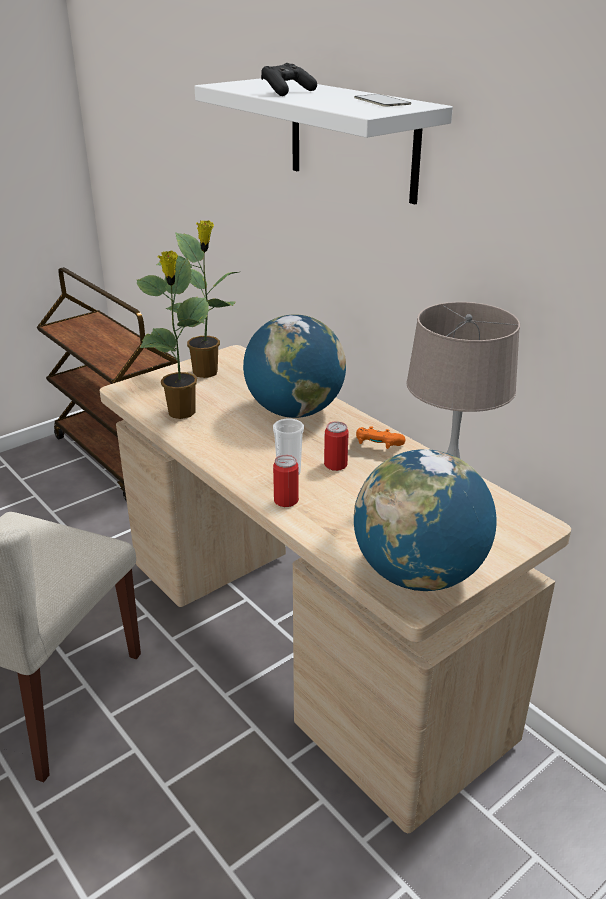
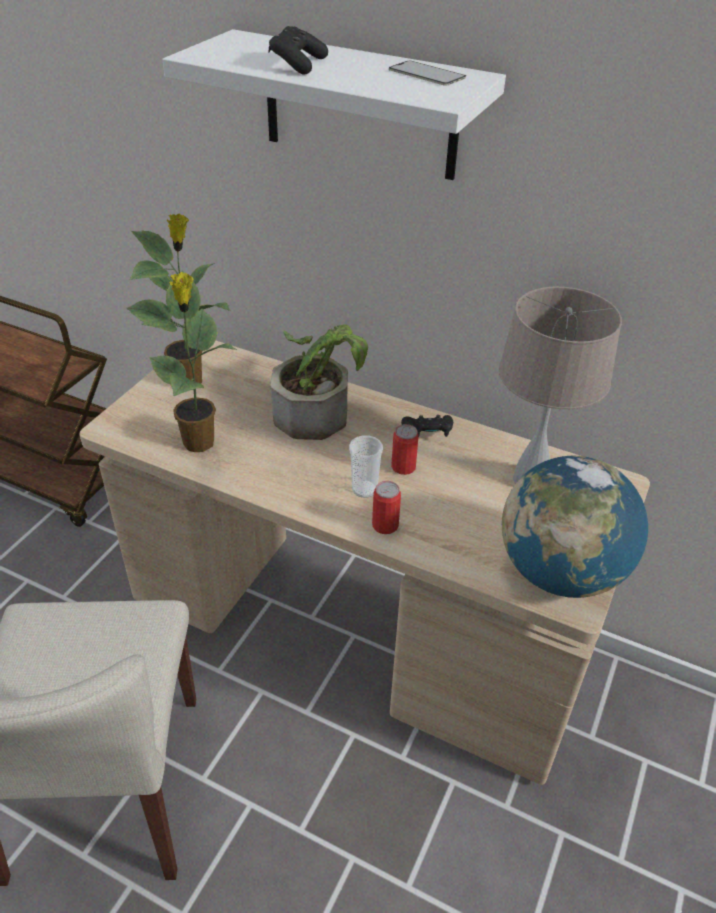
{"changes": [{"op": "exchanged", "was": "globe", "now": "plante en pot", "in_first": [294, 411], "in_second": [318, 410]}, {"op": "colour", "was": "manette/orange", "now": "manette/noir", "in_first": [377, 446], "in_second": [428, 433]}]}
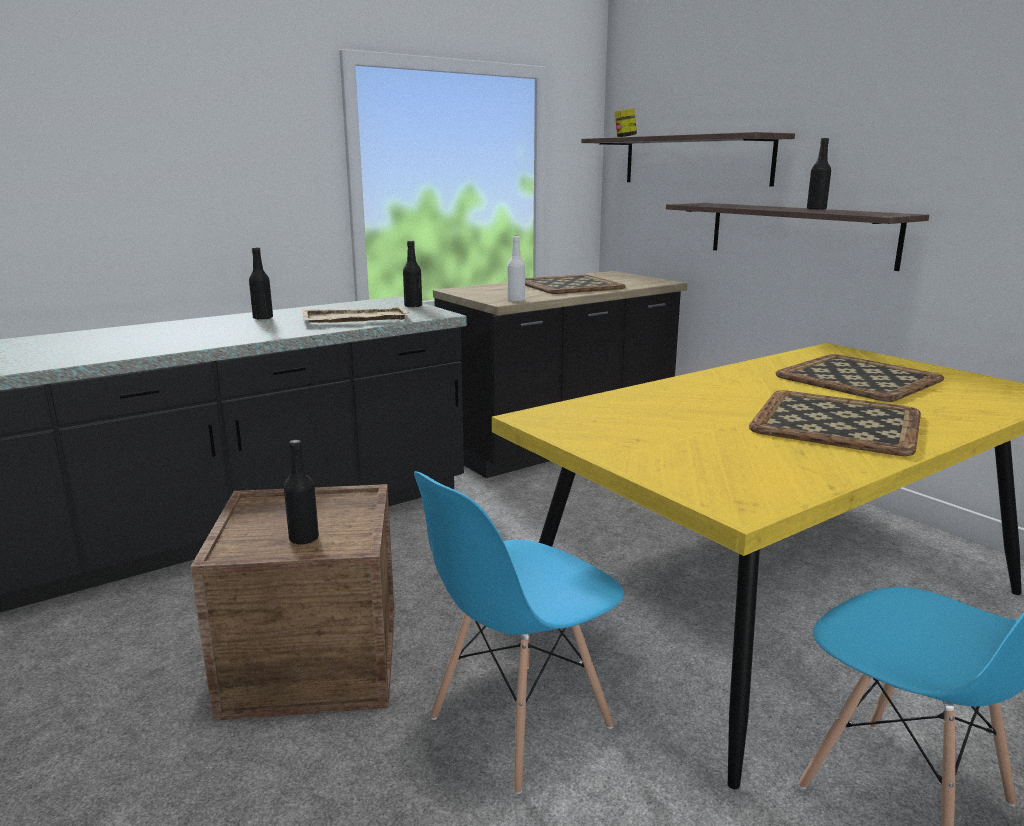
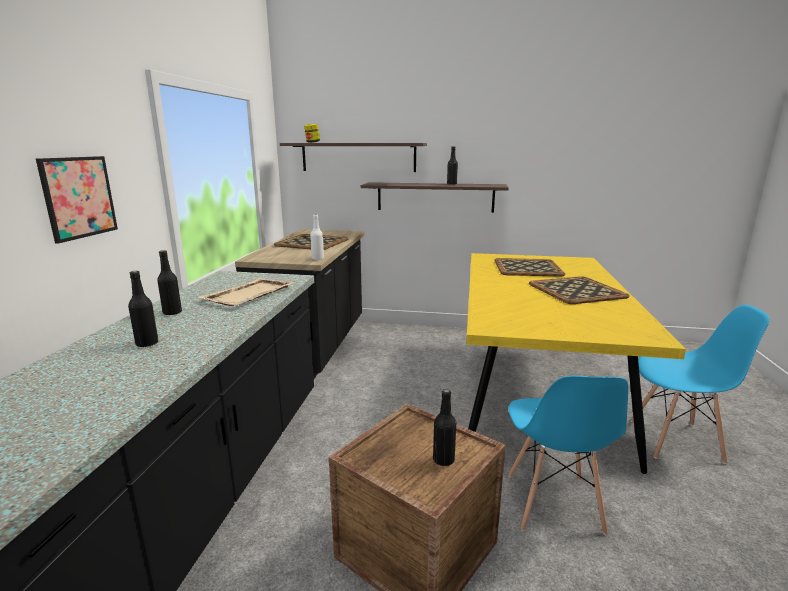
{"changes": [{"op": "relocated", "was": "bouteille/noir", "in_first": [413, 306], "in_second": [147, 343]}, {"op": "appeared", "now": "tableau", "in_second": [79, 197]}]}
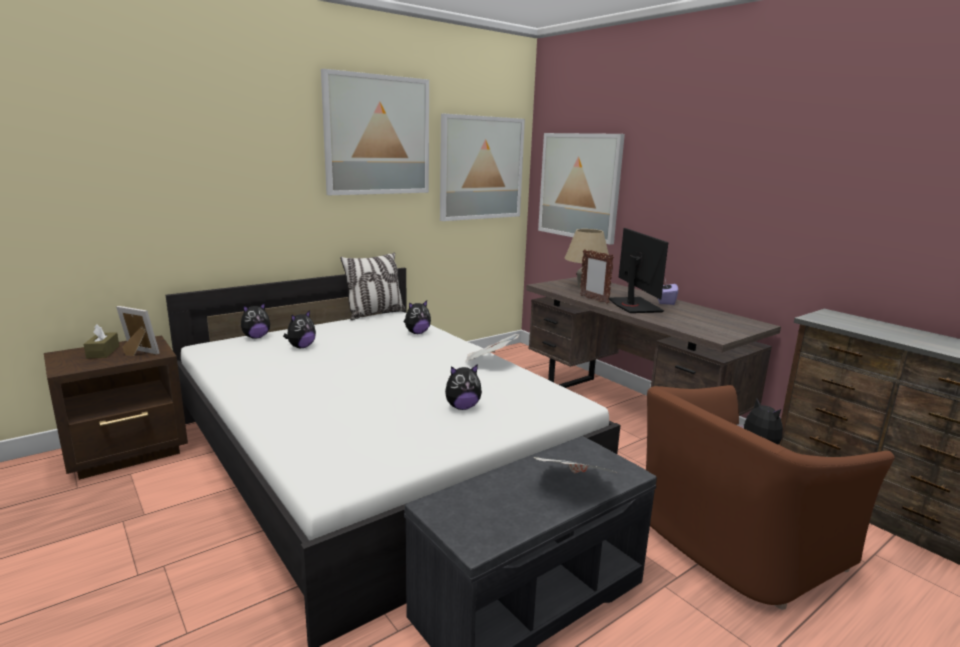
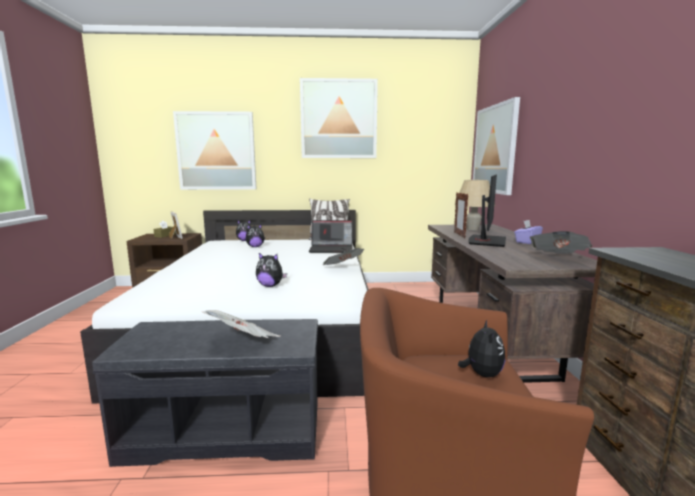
{"changes": [{"op": "exchanged", "was": "peluche", "now": "ordinateur portable", "in_first": [417, 333], "in_second": [332, 249]}, {"op": "relocated", "was": "tableau", "in_first": [481, 168], "in_second": [216, 151]}, {"op": "appeared", "now": "journal", "in_second": [558, 258]}]}
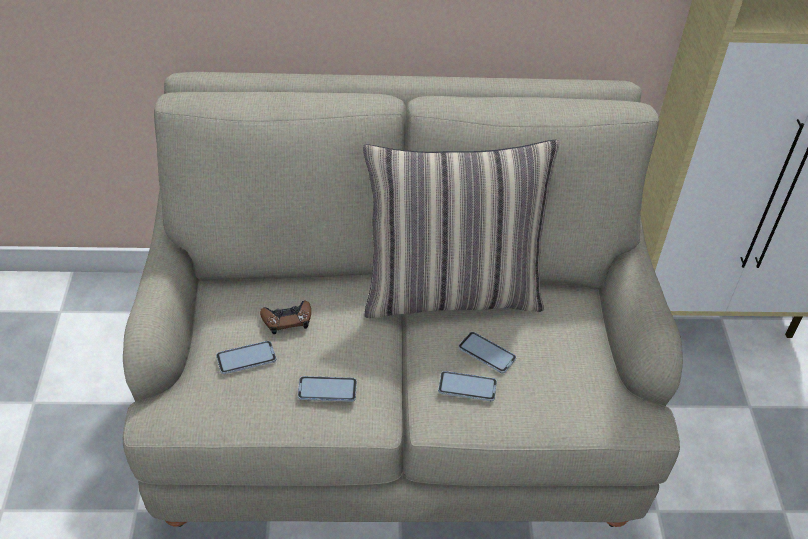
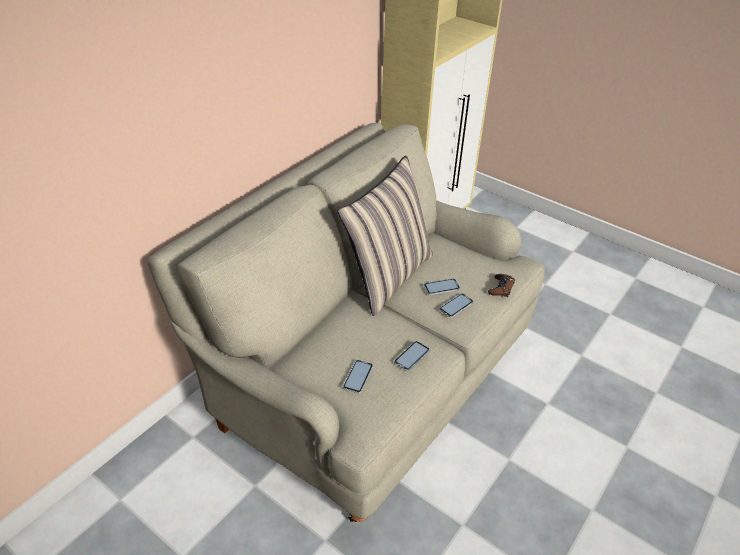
{"changes": [{"op": "relocated", "was": "manette/marron", "in_first": [287, 320], "in_second": [501, 288]}]}
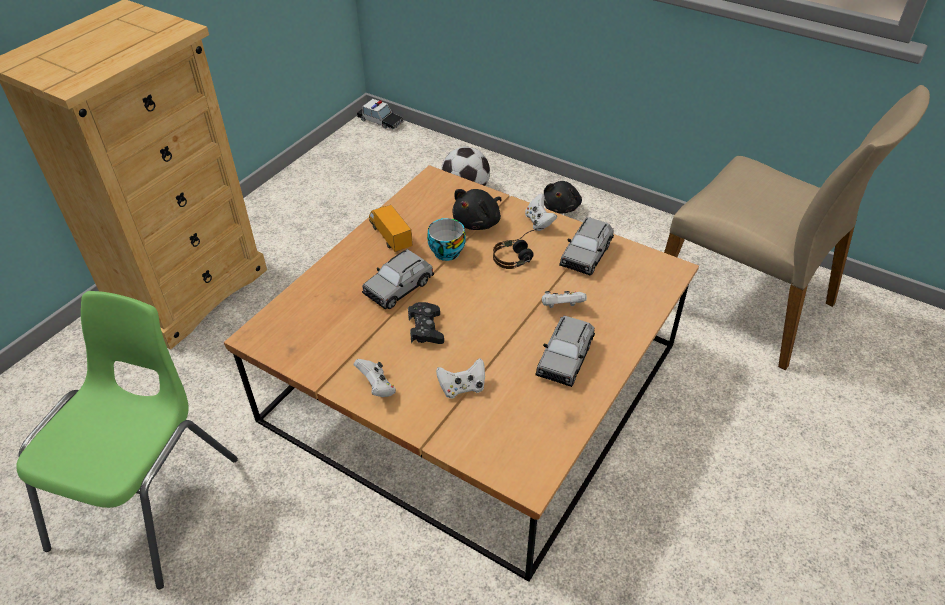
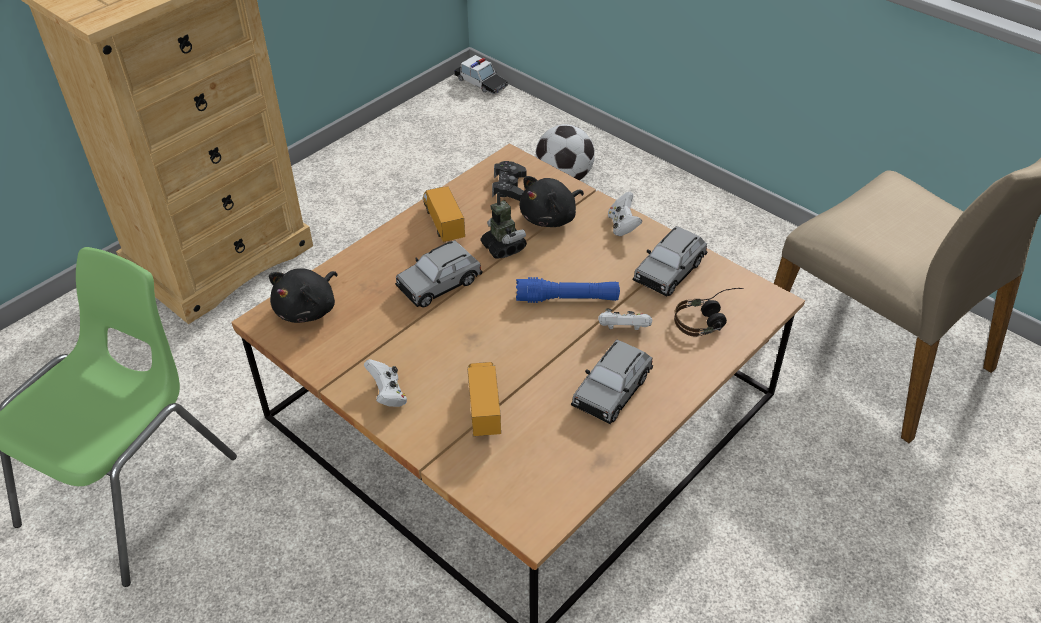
{"changes": [{"op": "relocated", "was": "manette/noir", "in_first": [426, 328], "in_second": [509, 187]}, {"op": "exchanged", "was": "tasse", "now": "robot jouet", "in_first": [445, 251], "in_second": [503, 247]}, {"op": "exchanged", "was": "manette/blanc", "now": "camion jouet", "in_first": [462, 387], "in_second": [484, 408]}, {"op": "relocated", "was": "casque audio", "in_first": [520, 255], "in_second": [710, 319]}, {"op": "relocated", "was": "peluche/noir", "in_first": [561, 207], "in_second": [308, 309]}, {"op": "appeared", "now": "lampe de poche/bleu", "in_second": [567, 299]}]}
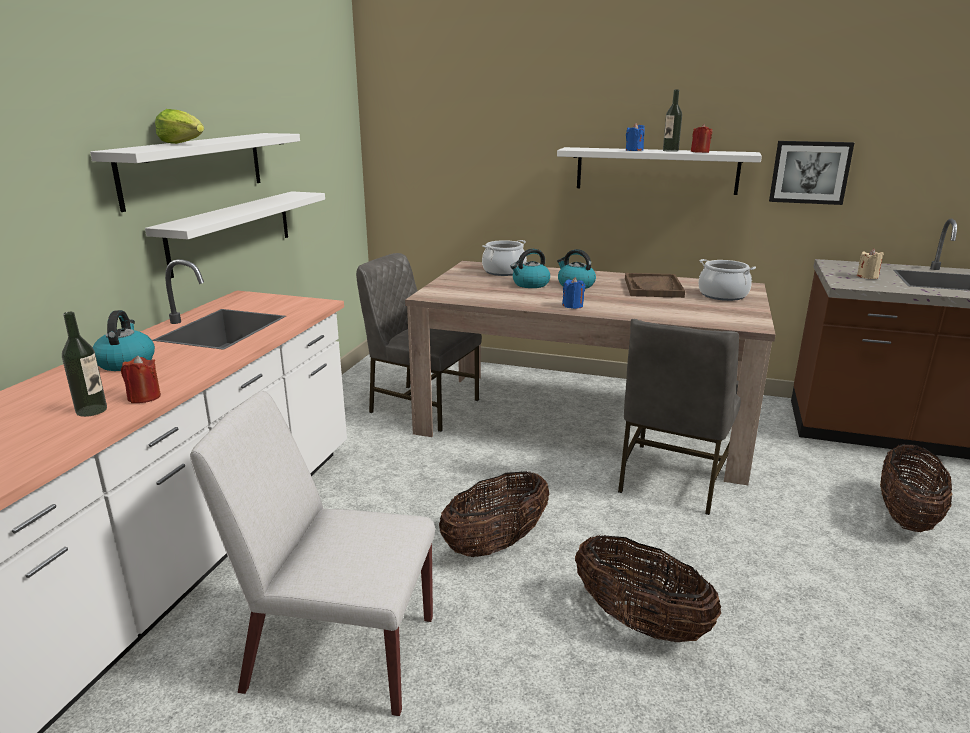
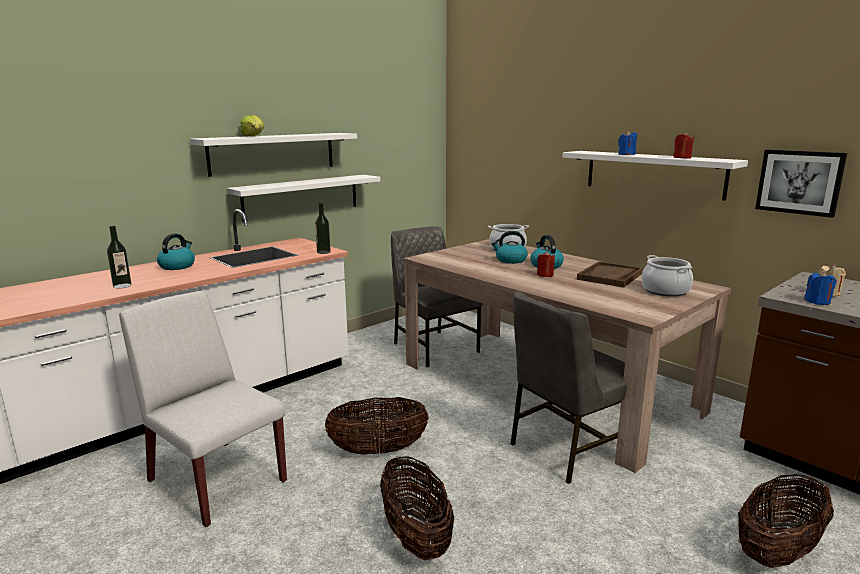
{"changes": [{"op": "relocated", "was": "bougie/rouge", "in_first": [144, 397], "in_second": [545, 275]}, {"op": "relocated", "was": "bougie/bleu", "in_first": [573, 306], "in_second": [817, 302]}, {"op": "relocated", "was": "bouteille", "in_first": [670, 150], "in_second": [323, 252]}]}
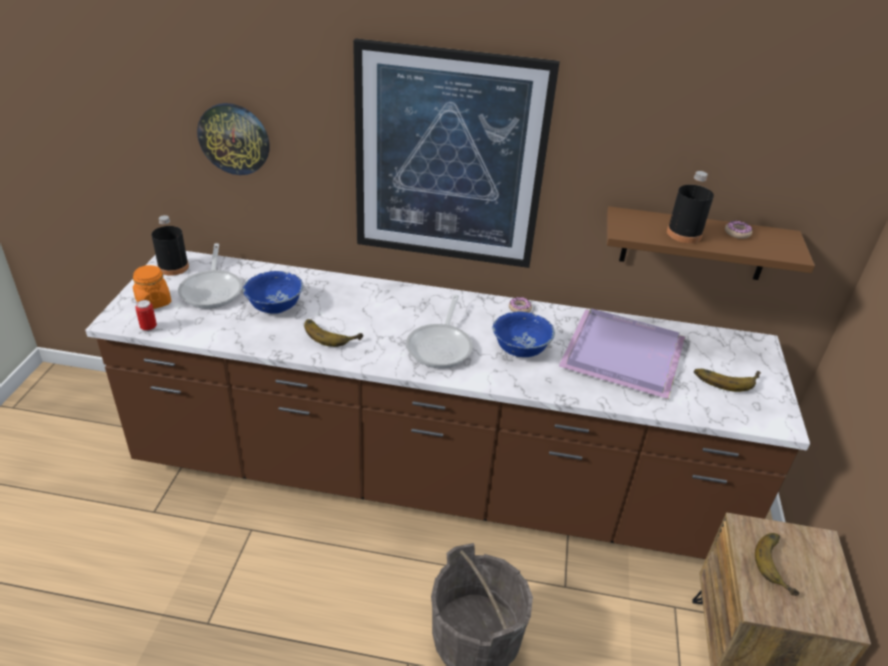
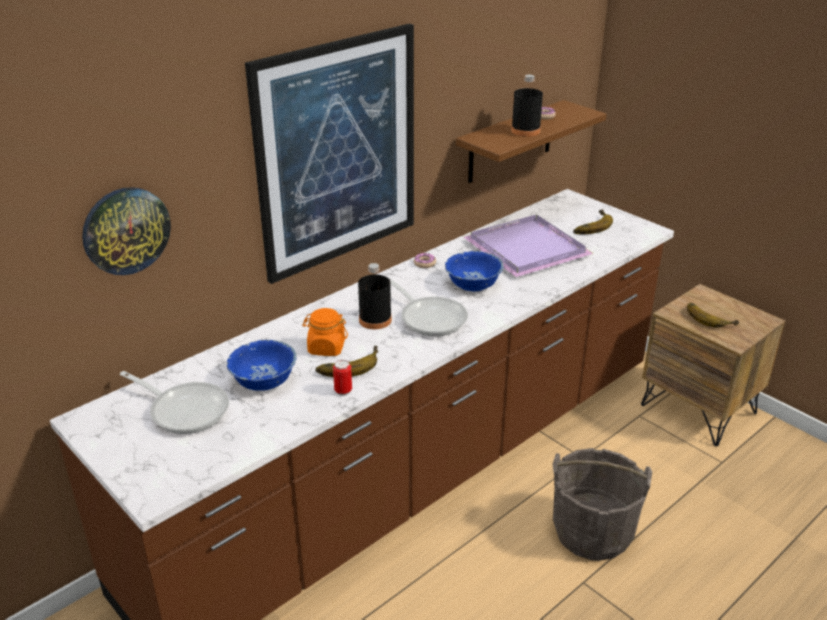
{"changes": [{"op": "relocated", "was": "bocal/orange", "in_first": [153, 301], "in_second": [326, 348]}, {"op": "relocated", "was": "boîte métallique", "in_first": [148, 328], "in_second": [343, 391]}, {"op": "relocated", "was": "bouteille/noir", "in_first": [173, 267], "in_second": [375, 320]}]}
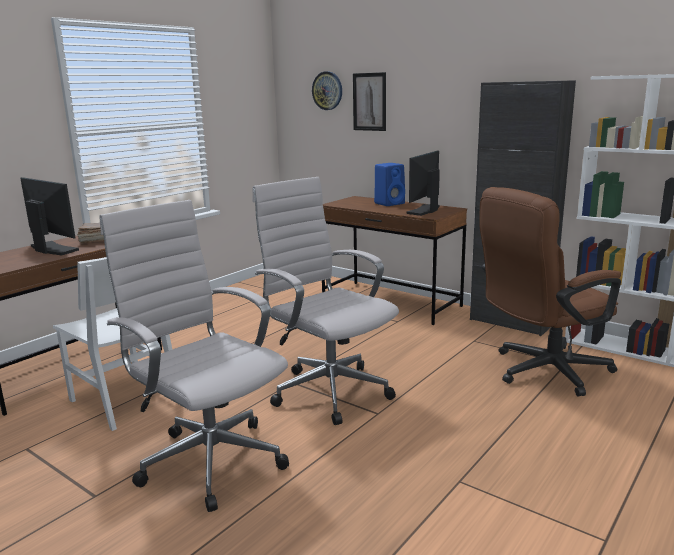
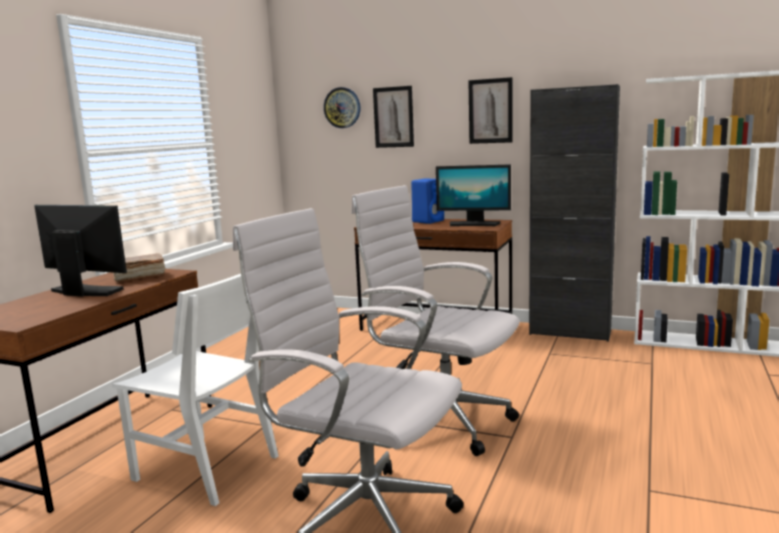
{"changes": [{"op": "spun", "was": "écran d'ordinateur", "in_first": [425, 210], "in_second": [474, 224], "clockwise": -90}, {"op": "missing", "was": "chaise de bureau/marron", "in_first": [541, 372]}, {"op": "appeared", "now": "tableau", "in_second": [490, 111]}]}
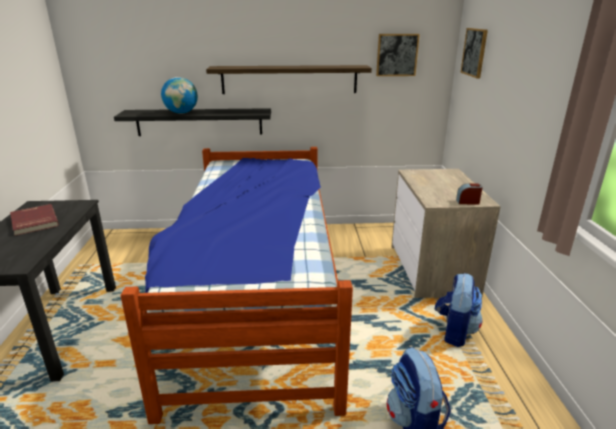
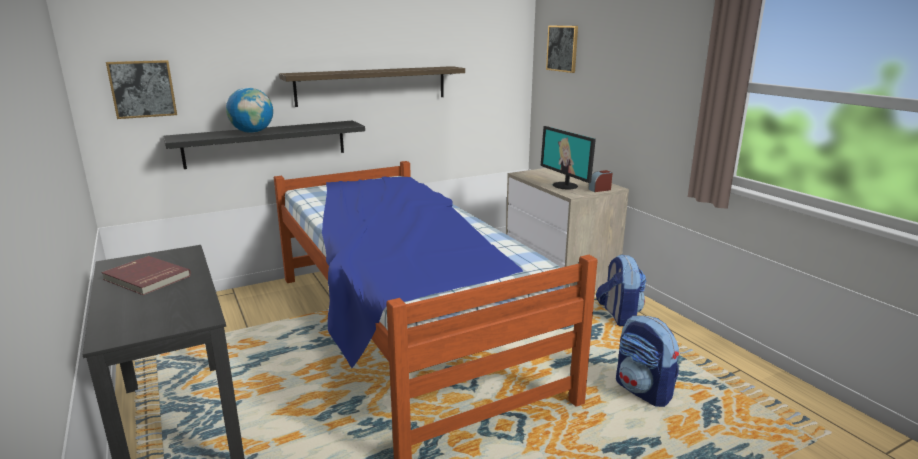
{"changes": [{"op": "relocated", "was": "tableau", "in_first": [397, 55], "in_second": [142, 89]}, {"op": "appeared", "now": "écran d'ordinateur", "in_second": [565, 185]}]}
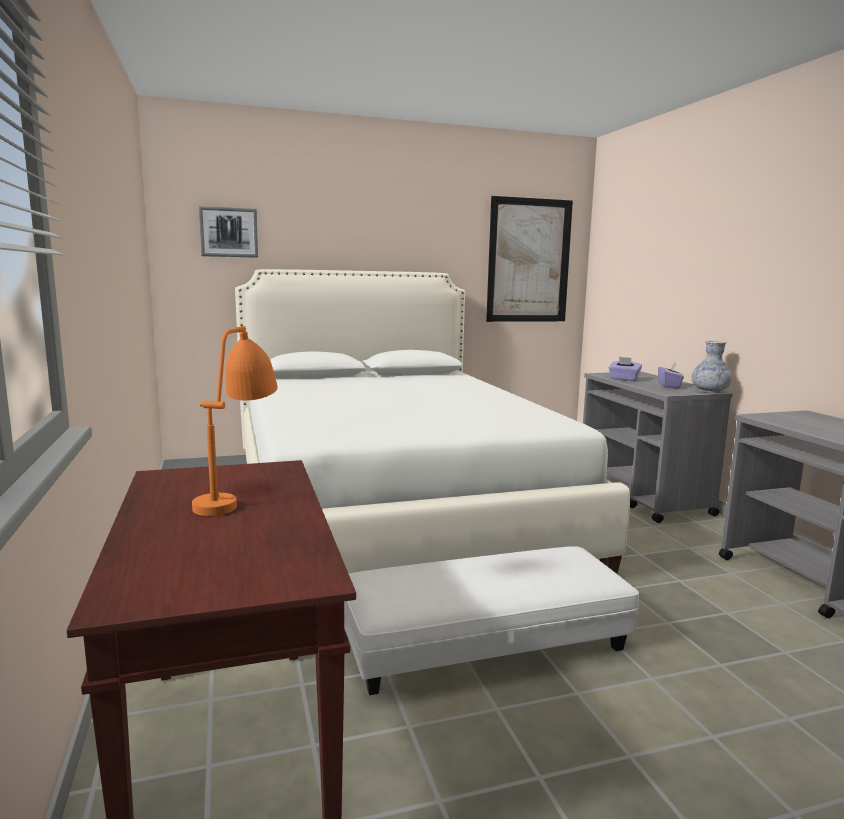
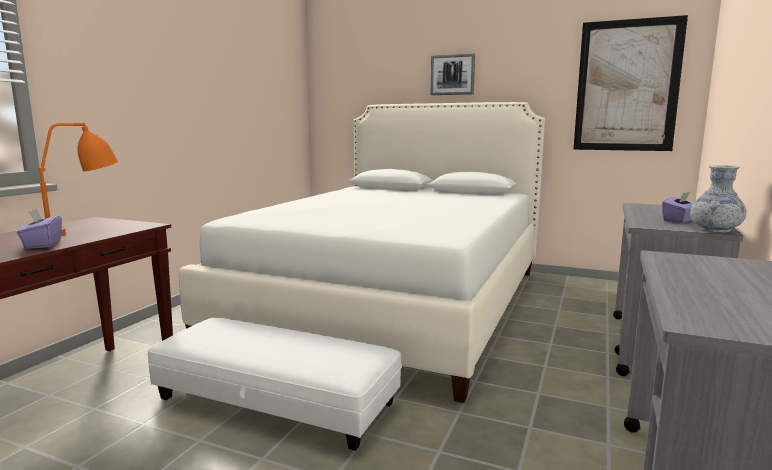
{"changes": [{"op": "relocated", "was": "tableau", "in_first": [229, 232], "in_second": [452, 75]}, {"op": "relocated", "was": "boîte à mouchoirs/violet", "in_first": [624, 379], "in_second": [42, 244]}]}
